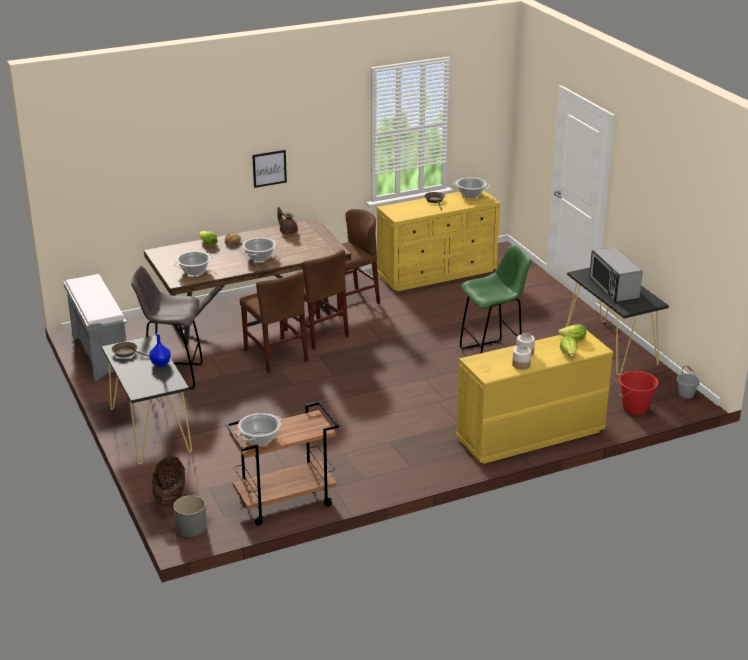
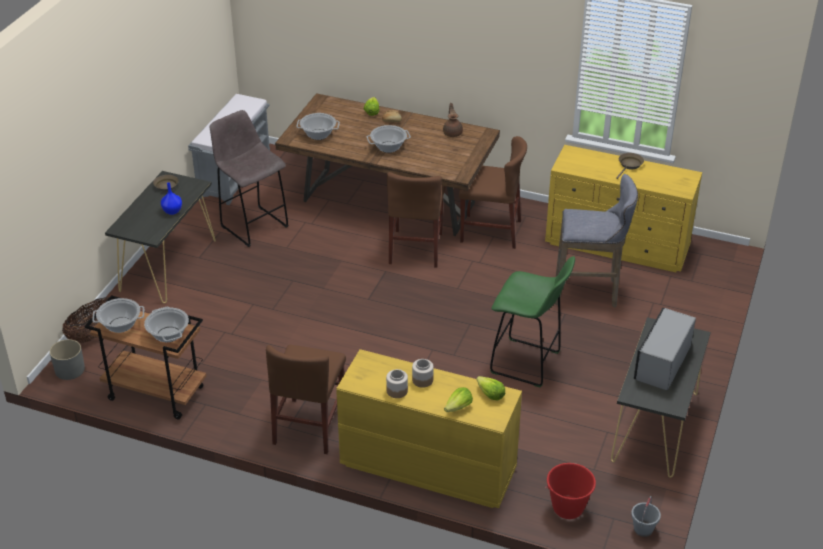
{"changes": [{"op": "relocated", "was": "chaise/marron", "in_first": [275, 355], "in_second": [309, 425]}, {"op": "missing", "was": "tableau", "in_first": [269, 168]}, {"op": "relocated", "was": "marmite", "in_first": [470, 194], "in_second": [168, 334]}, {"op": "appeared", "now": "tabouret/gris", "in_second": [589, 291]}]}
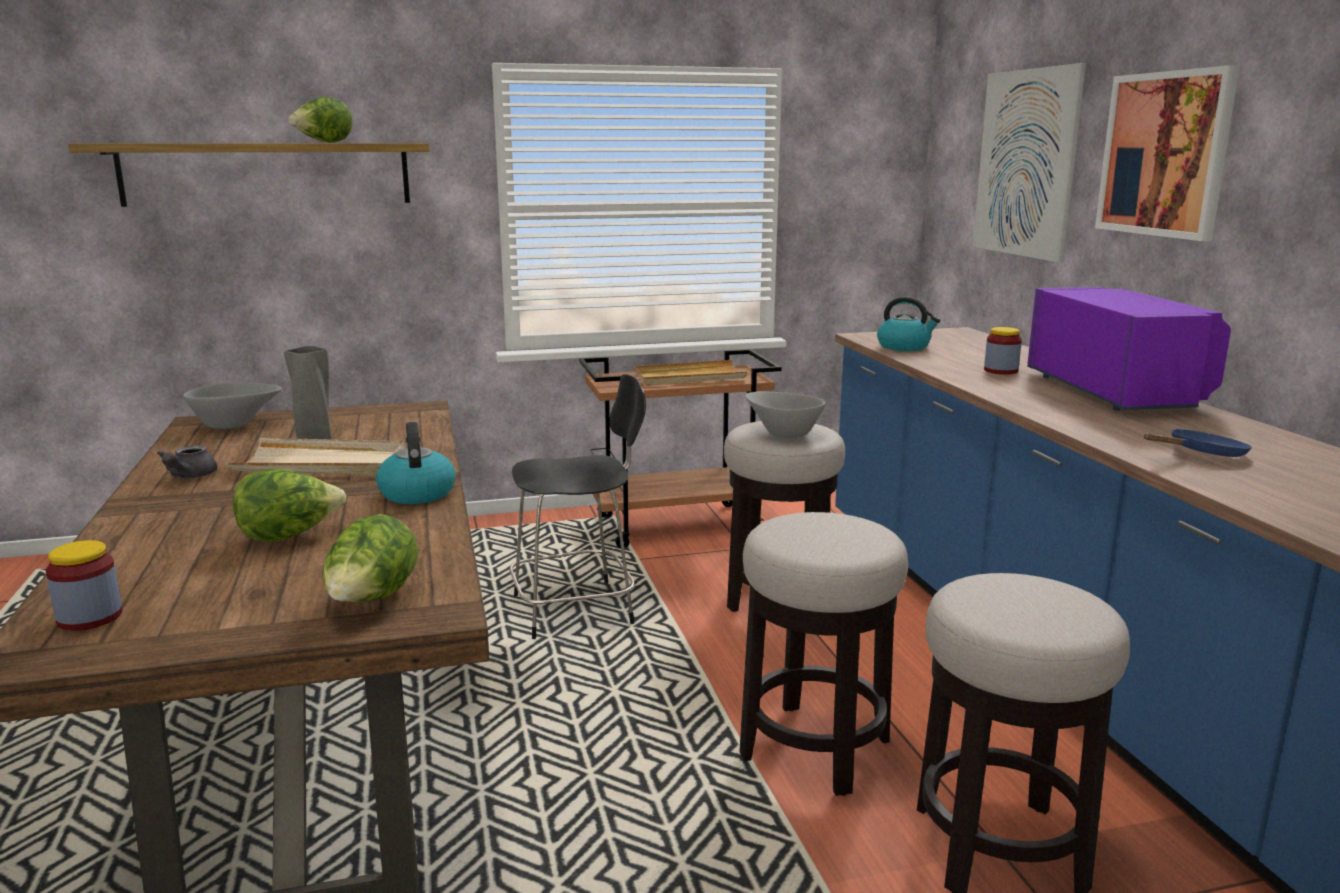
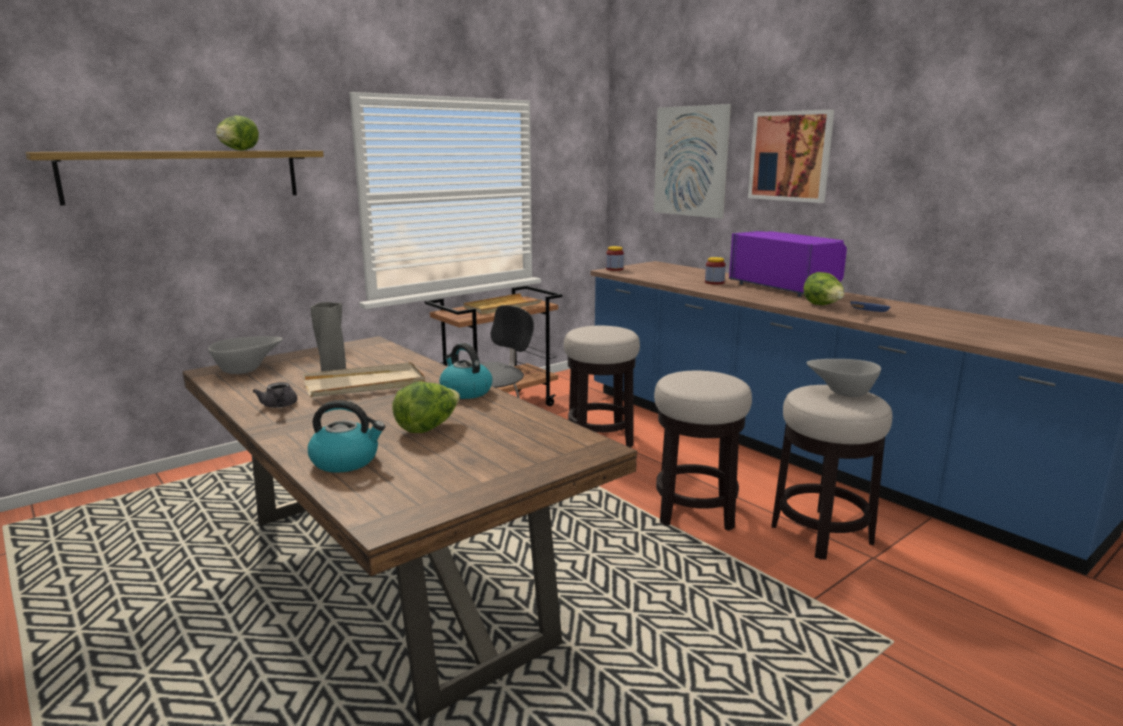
{"changes": [{"op": "relocated", "was": "bocal", "in_first": [90, 617], "in_second": [614, 269]}, {"op": "relocated", "was": "laitue", "in_first": [372, 601], "in_second": [823, 306]}, {"op": "relocated", "was": "bol/gris", "in_first": [782, 432], "in_second": [842, 392]}, {"op": "relocated", "was": "bouilloire", "in_first": [904, 347], "in_second": [346, 461]}]}
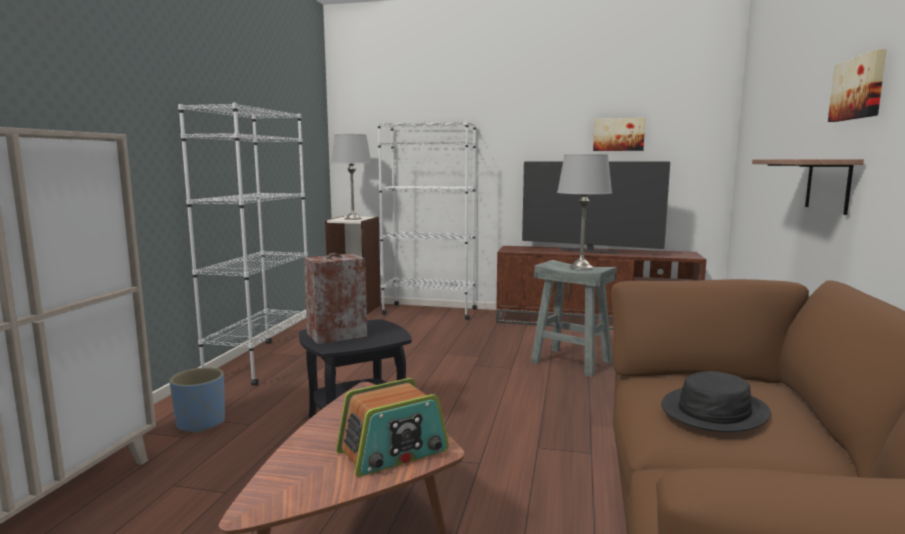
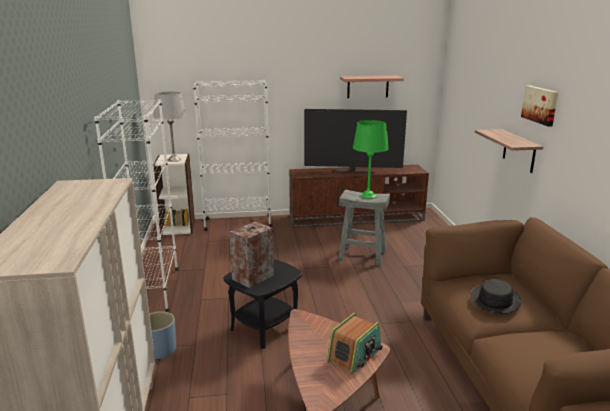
{"changes": [{"op": "colour", "was": "lampe de table/gris", "now": "lampe de table/vert", "in_first": [580, 267], "in_second": [368, 195]}, {"op": "exchanged", "was": "tableau", "now": "étagère", "in_first": [618, 134], "in_second": [368, 86]}]}
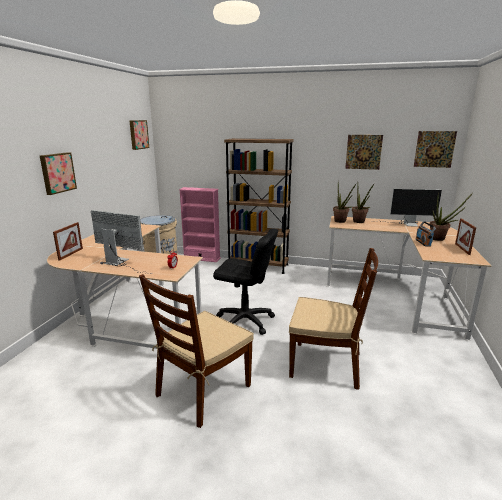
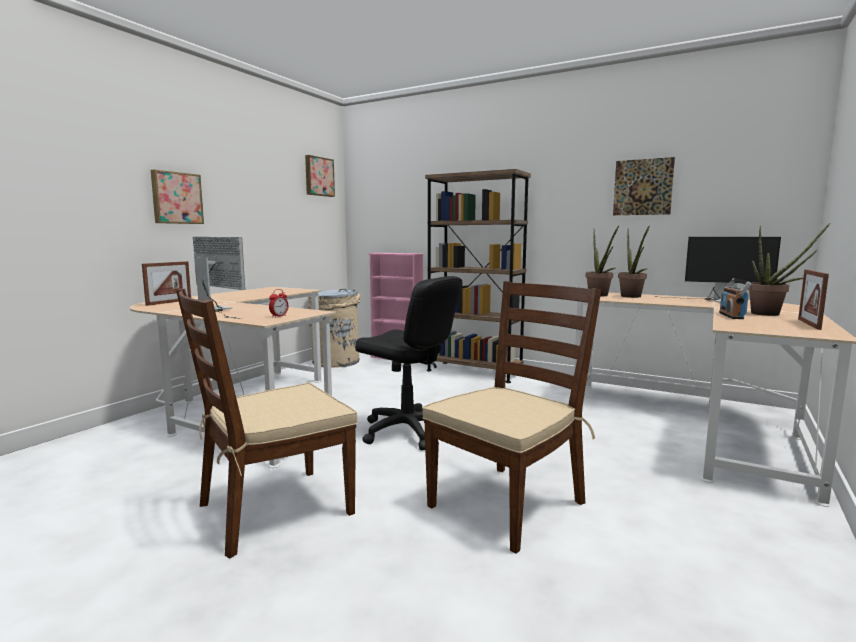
{"changes": [{"op": "spun", "was": "chaise/marron", "in_first": [326, 364], "in_second": [507, 504], "clockwise": -75}, {"op": "missing", "was": "tableau", "in_first": [434, 149]}]}
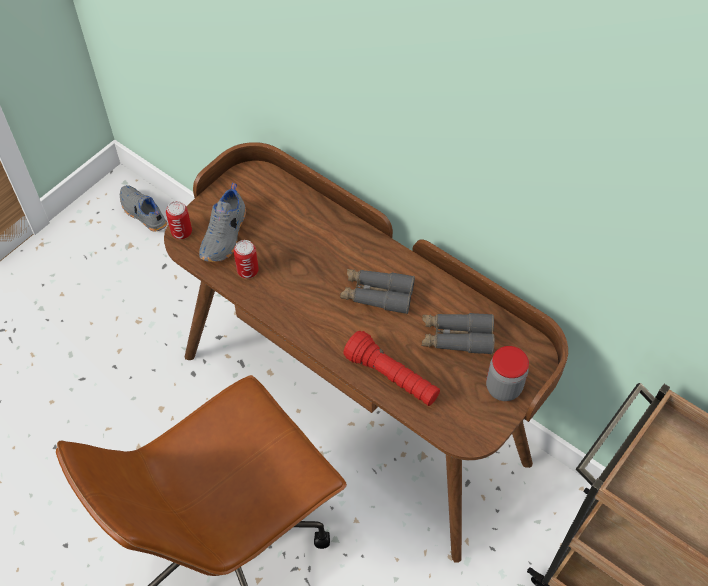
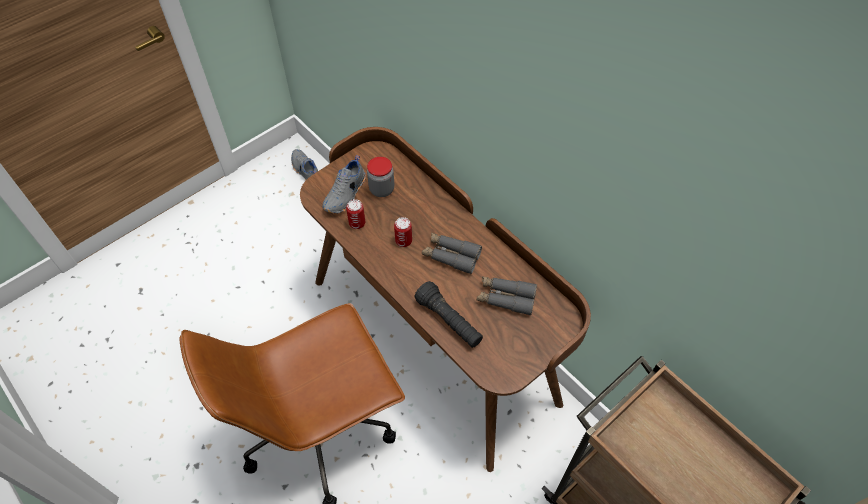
{"changes": [{"op": "relocated", "was": "boîte métallique", "in_first": [181, 232], "in_second": [403, 241]}, {"op": "colour", "was": "lampe de poche/rouge", "now": "lampe de poche/noir", "in_first": [392, 377], "in_second": [449, 321]}, {"op": "relocated", "was": "bocal", "in_first": [503, 387], "in_second": [382, 189]}]}
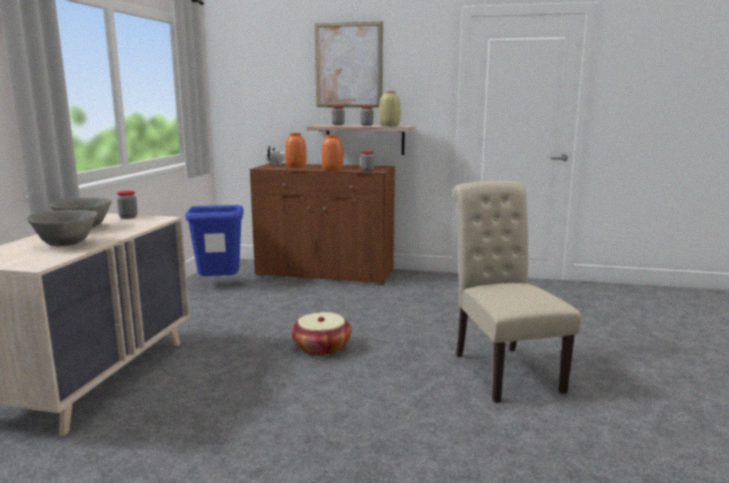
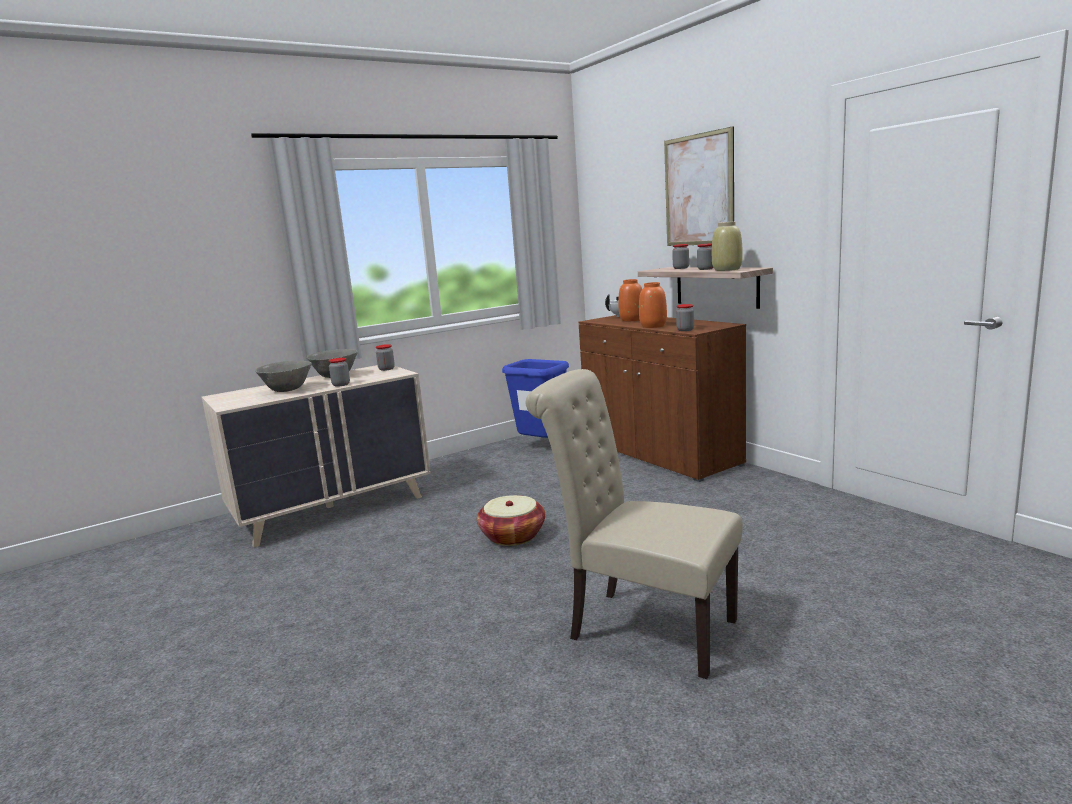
{"changes": [{"op": "spun", "was": "chaise/beige", "in_first": [502, 369], "in_second": [642, 627], "clockwise": -90}, {"op": "appeared", "now": "bocal", "in_second": [341, 384]}]}
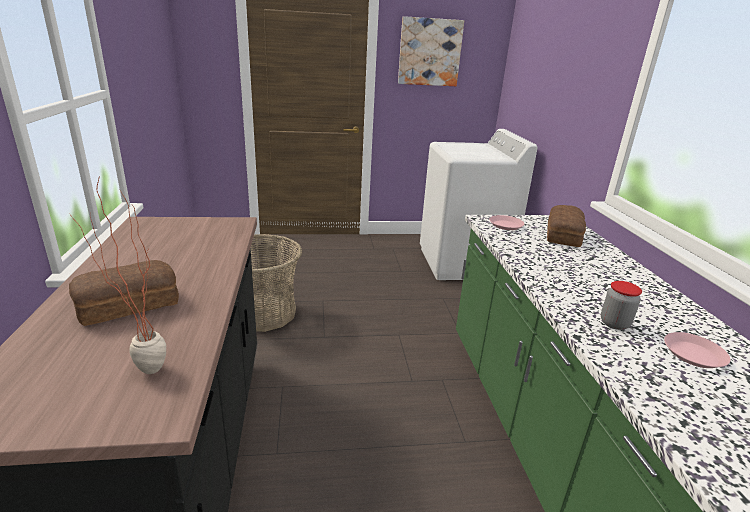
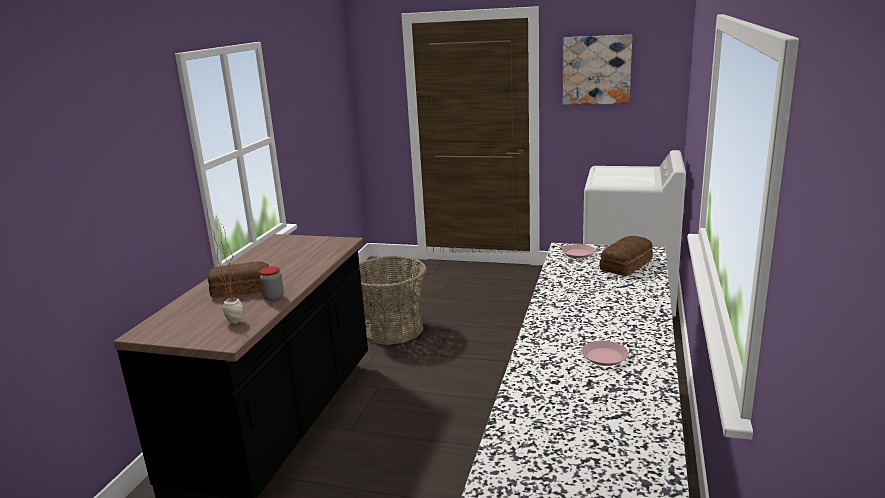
{"changes": [{"op": "relocated", "was": "bocal", "in_first": [614, 323], "in_second": [273, 297]}]}
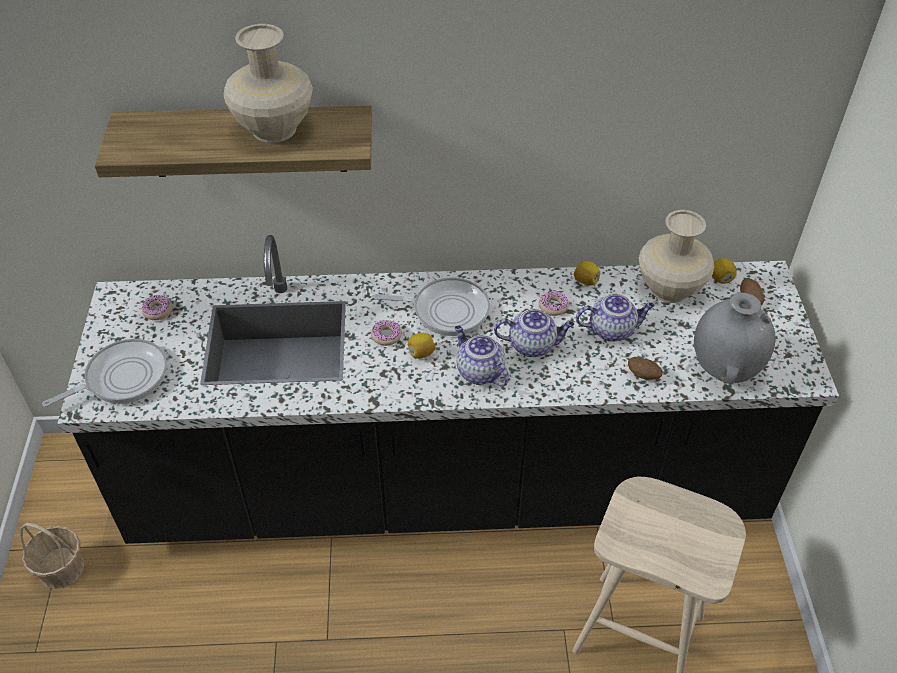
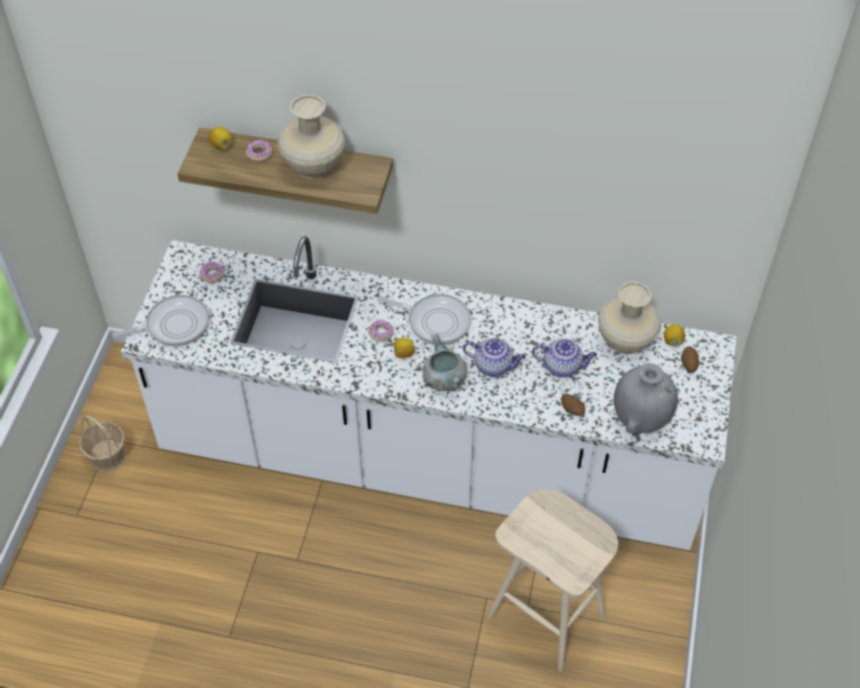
{"changes": [{"op": "colour", "was": "comptoir de cuisine/noir", "now": "comptoir de cuisine/blanc", "in_first": [448, 487], "in_second": [430, 461]}, {"op": "exchanged", "was": "théière", "now": "marmite/gris", "in_first": [479, 372], "in_second": [443, 379]}, {"op": "relocated", "was": "beignet", "in_first": [553, 306], "in_second": [259, 154]}, {"op": "relocated", "was": "citron", "in_first": [585, 281], "in_second": [221, 145]}]}
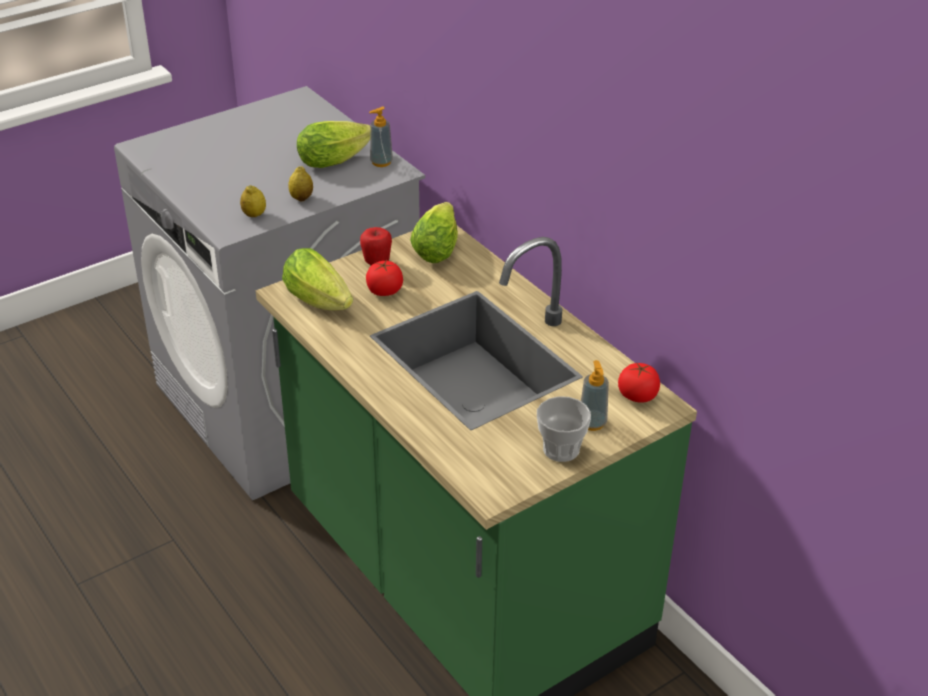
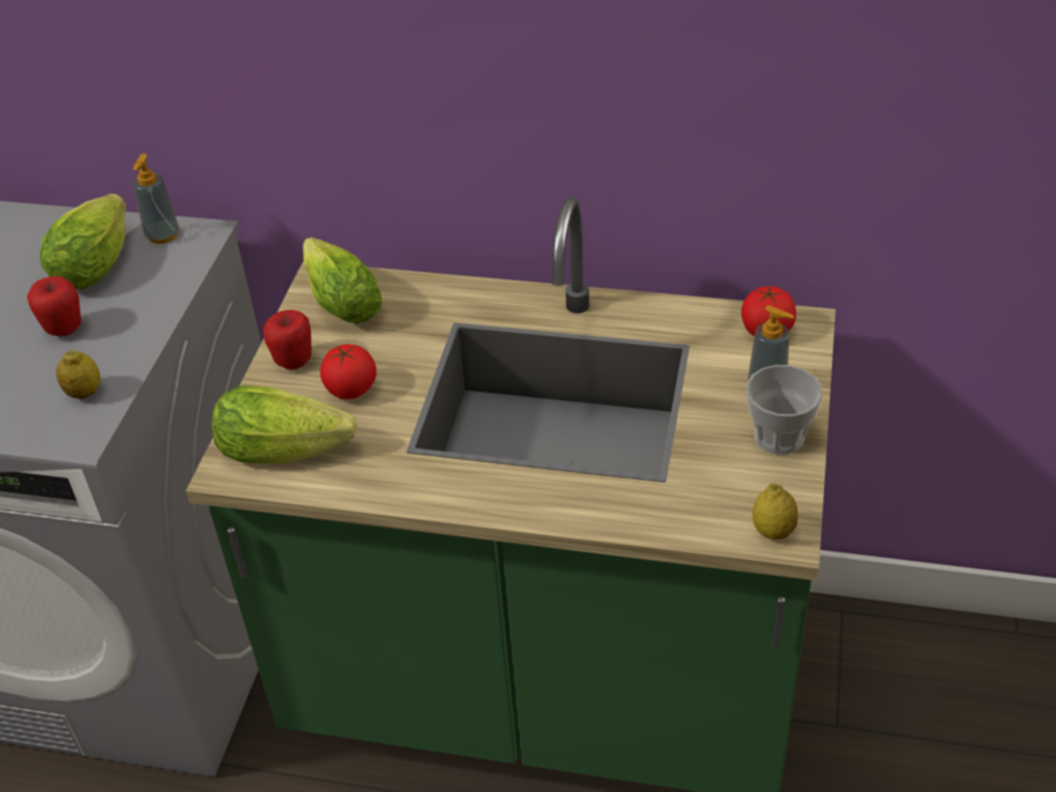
{"changes": [{"op": "relocated", "was": "citron", "in_first": [301, 198], "in_second": [773, 531]}, {"op": "appeared", "now": "pomme", "in_second": [64, 329]}]}
